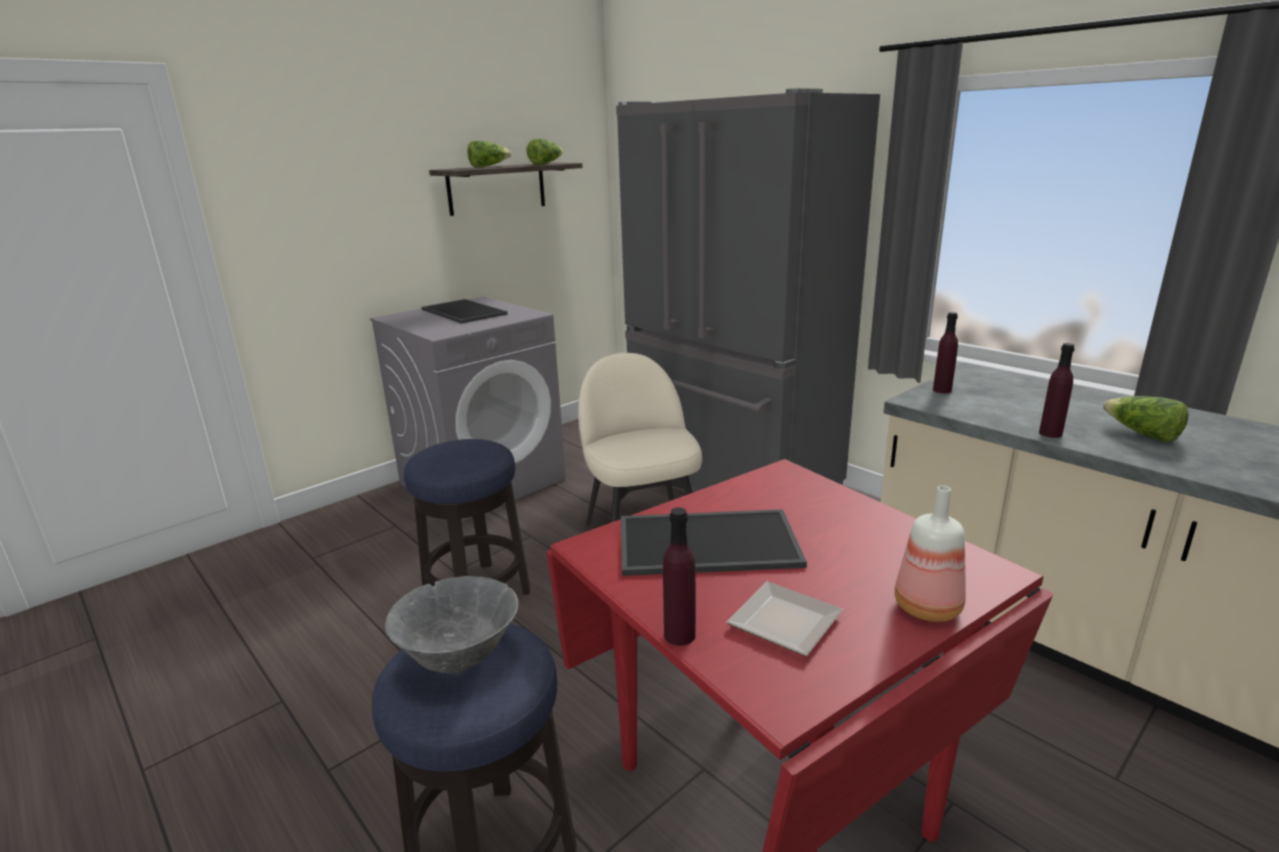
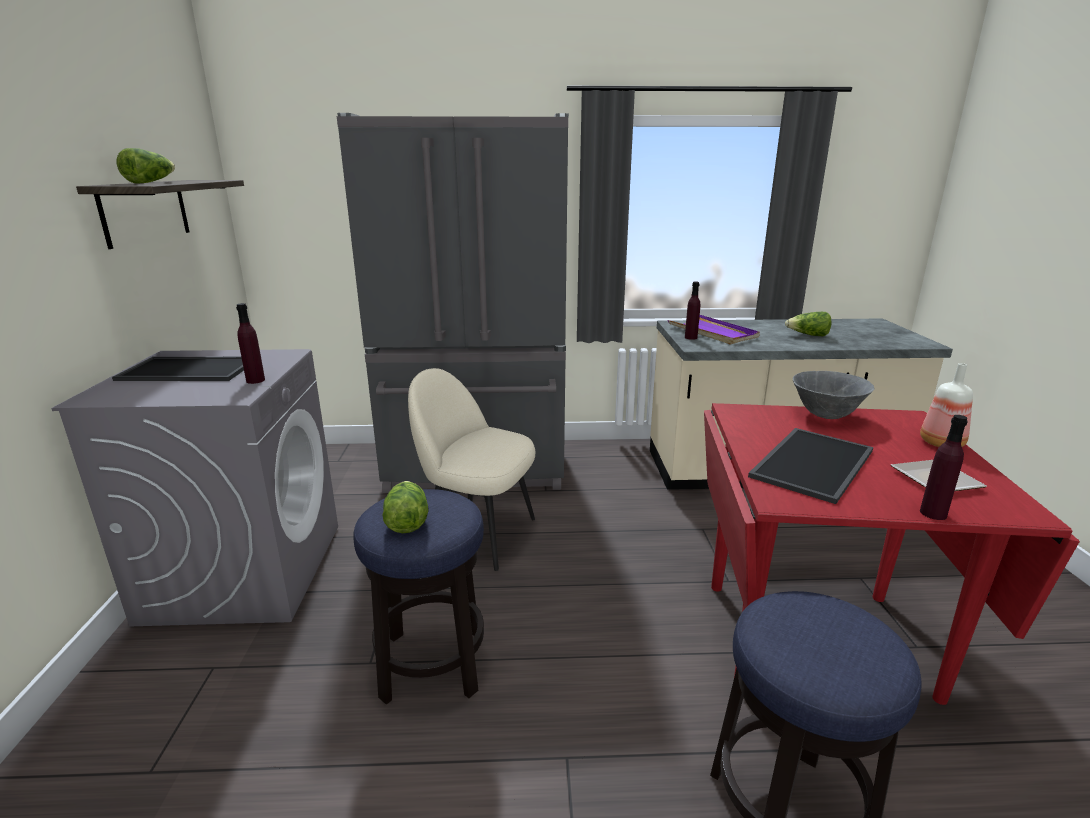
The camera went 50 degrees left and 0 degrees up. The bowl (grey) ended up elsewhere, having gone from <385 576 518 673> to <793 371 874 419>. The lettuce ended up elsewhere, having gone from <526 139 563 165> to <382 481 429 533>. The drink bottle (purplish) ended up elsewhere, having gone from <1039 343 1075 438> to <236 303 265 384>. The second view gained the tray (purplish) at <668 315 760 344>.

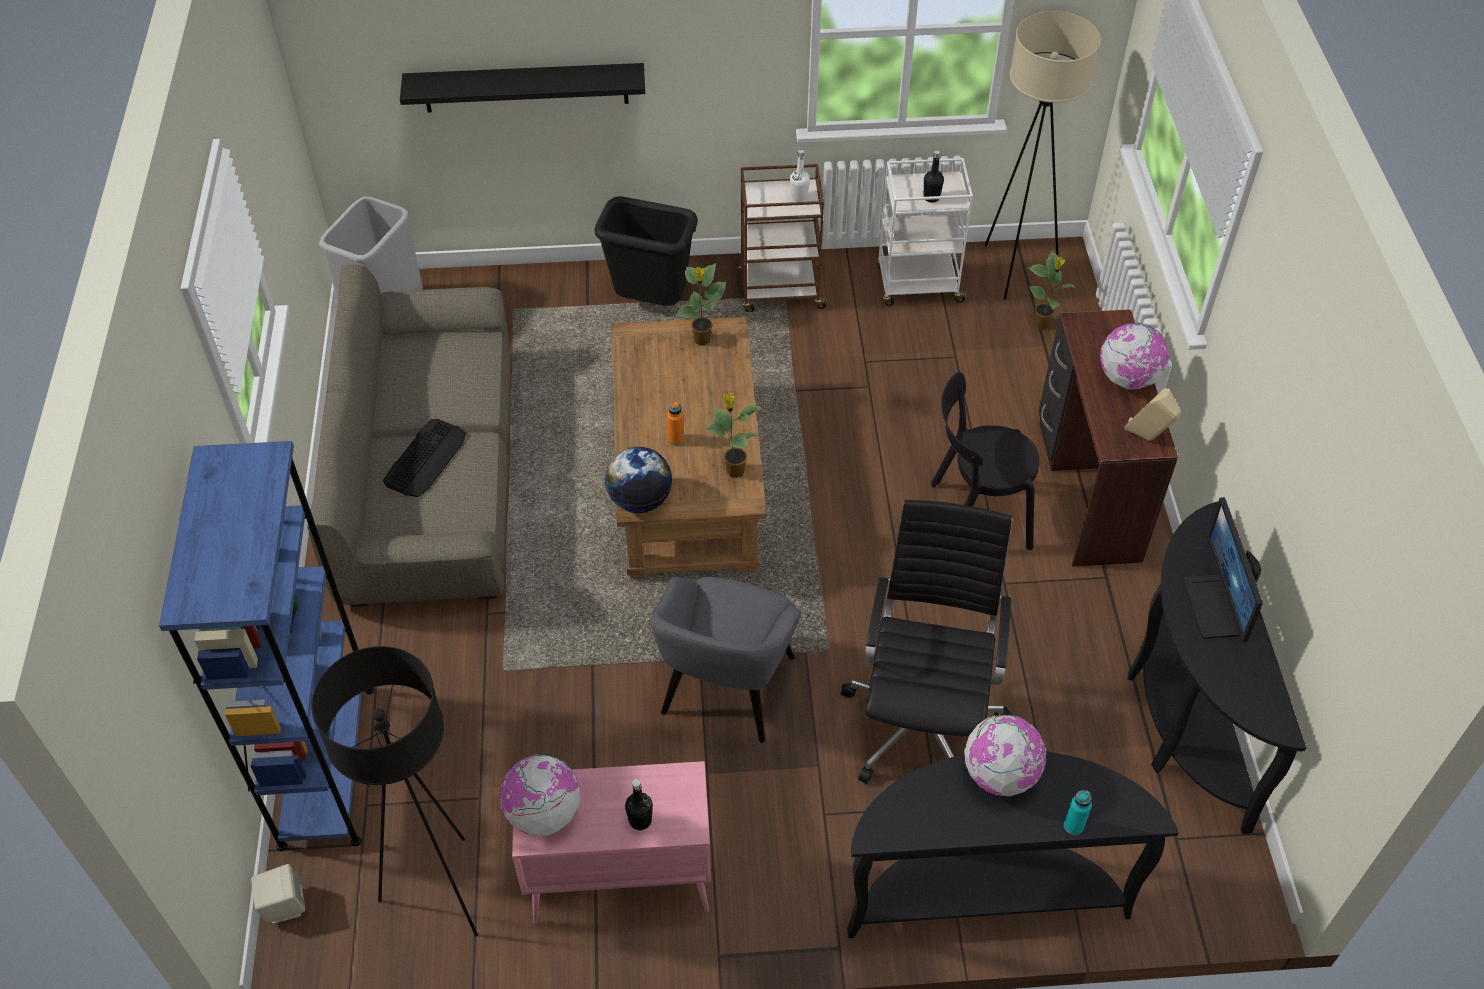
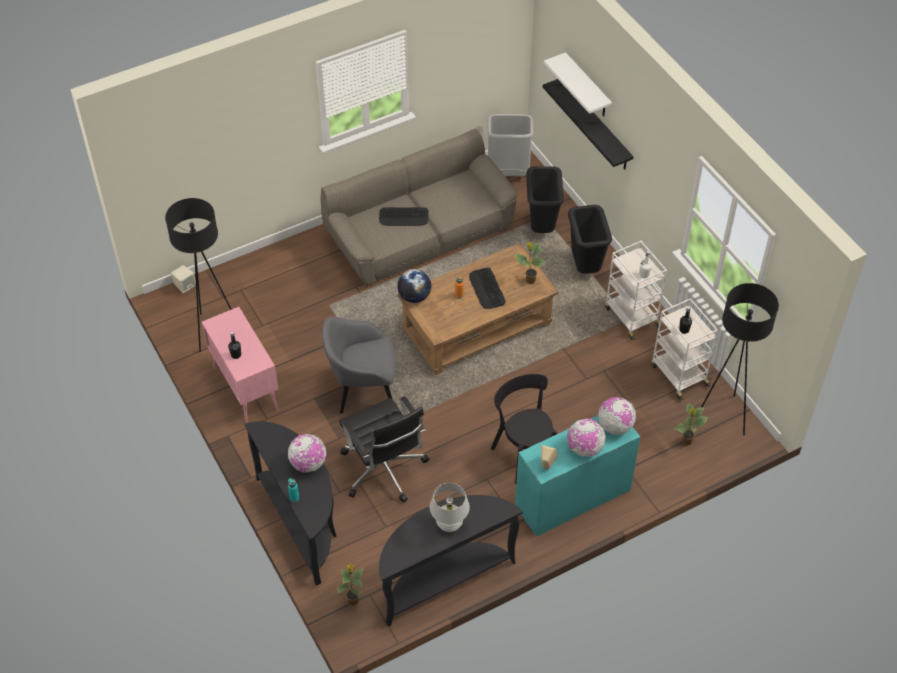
The camera went 65 degrees right and 0 degrees up. The second view lost the bookshelf (bluish) at <159 441 375 851>. The globe ended up elsewhere, having gone from <499 754 580 836> to <598 397 636 435>. The potted plant ended up elsewhere, having gone from <705 393 764 478> to <337 564 364 606>. What was the wheeled cart (brown) at <739 164 830 312> turned into the wheeled cart (white) at <605 241 667 340>. The desk chair (blackish) at <841 500 1013 784> ended up facing another way, 75 degrees clockwise from before. What was the standing lamp (sand-coloured) at <985 11 1101 300> turned into the standing lamp (blackish) at <695 283 779 435>. What was the desk unit (brown) at <1038 309 1178 567> turned into the desk unit (turquoise) at <515 415 640 537>. Where the computer display stood at <1183 497 1263 642>, the table lamp (white) came to stand at <430 483 470 532>. The second view gained the PC keyboard at <469 267 506 309>. The second view gained the trash can (blackish) at <526 166 564 233>. The second view gained the wall shelf (white) at <544 52 612 117>.

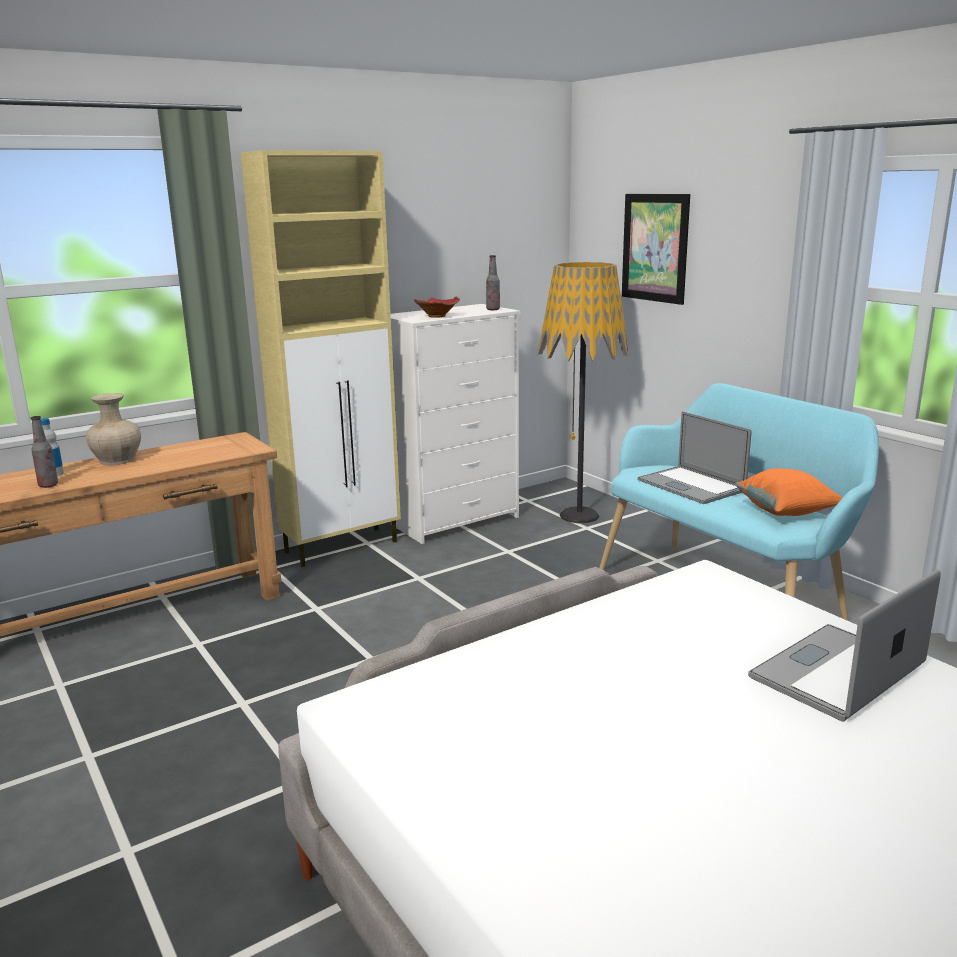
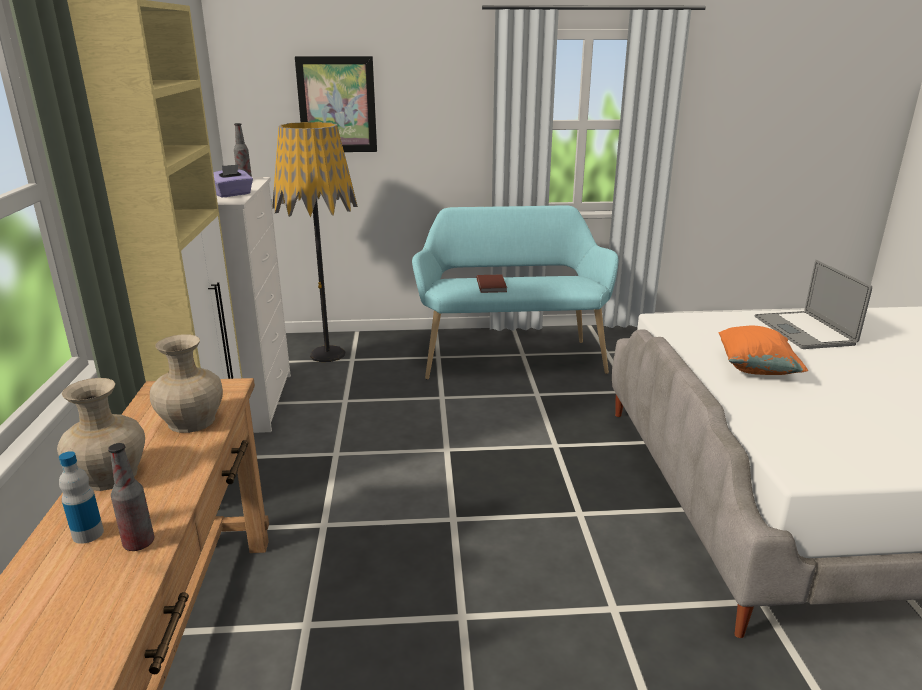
The camera went 60 degrees left and 5 degrees up. Where the bowl (red-coloured) stood at <414 296 460 318>, the box of tissues (purplish) came to stand at <213 164 253 197>. Where the portable computer stood at <637 411 751 504>, the volume (brown) came to stand at <476 274 507 293>. The throw pillow (orange) ended up elsewhere, having gone from <735 468 843 516> to <718 326 808 375>. The second view gained the flower vase (sand-coloured) at <150 334 223 433>.

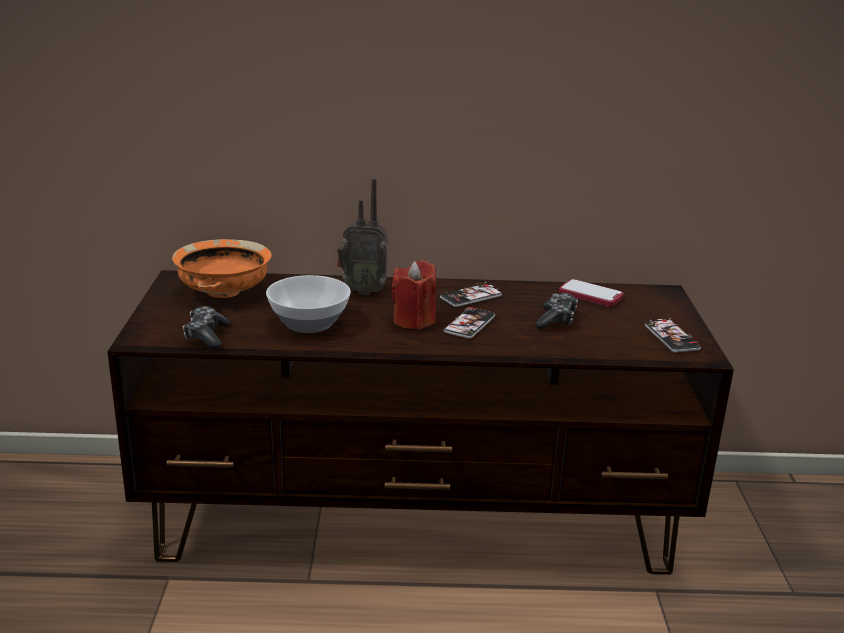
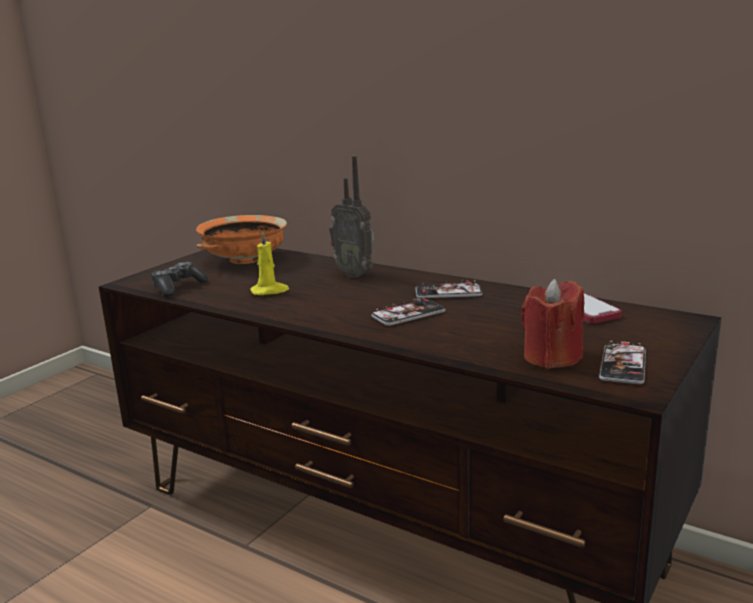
The camera went 35 degrees right and 5 degrees down. Where the bowl stood at <266 275 351 333>, the candle (yellow) came to stand at <250 231 289 295>. The candle (red-coloured) ended up elsewhere, having gone from <391 261 436 330> to <521 279 584 369>. The second view lost the joypad at <535 293 578 329>.

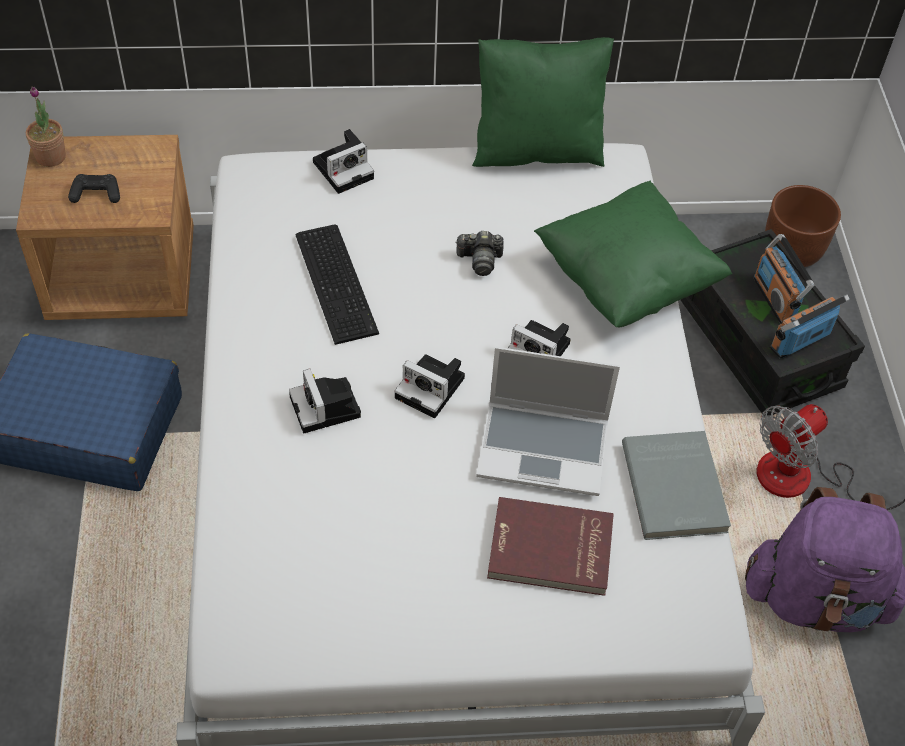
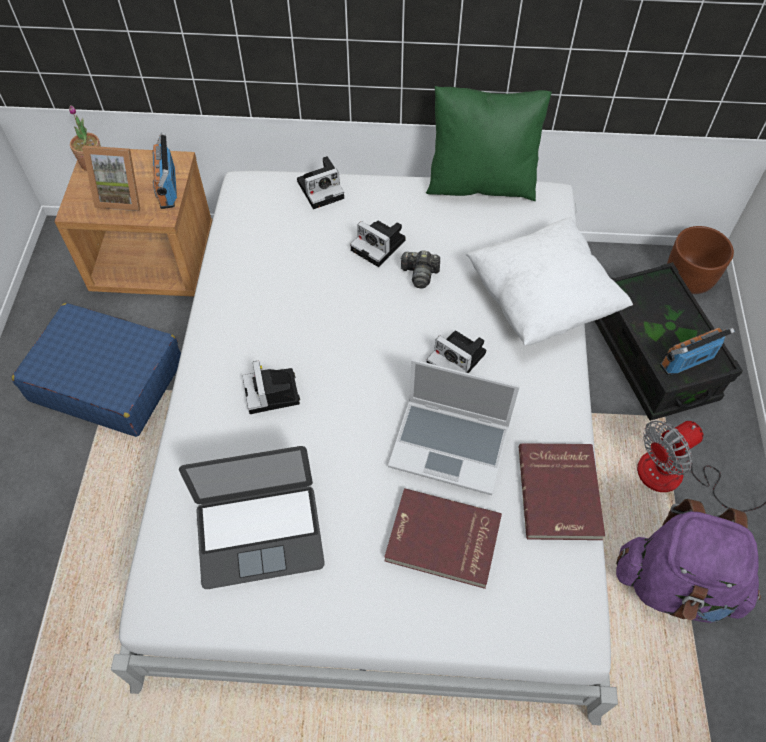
The camera went 10 degrees right and 5 degrees up. Where the joypad (blackish) stood at <68 174 120 203>, the photo frame came to stand at <82 146 140 211>. The second view lost the PC keyboard at <295 224 379 345>. The photo camera ended up elsewhere, having gone from <395 354 465 418> to <350 221 406 267>. What was the throw pillow (green) at <534 181 732 327> turned into the throw pillow (white) at <466 217 633 346>. What was the volume (grey) at <622 431 731 540> turned into the volume (red-coloured) at <519 443 605 540>. The radio set ended up elsewhere, having gone from <753 234 815 324> to <153 132 177 209>. The second view gained the portable computer at <179 446 325 589>.

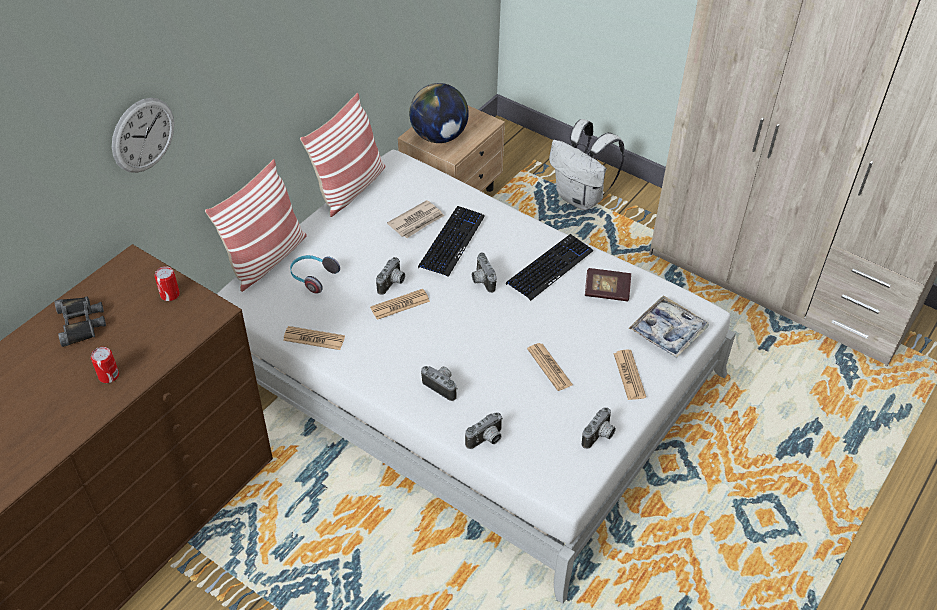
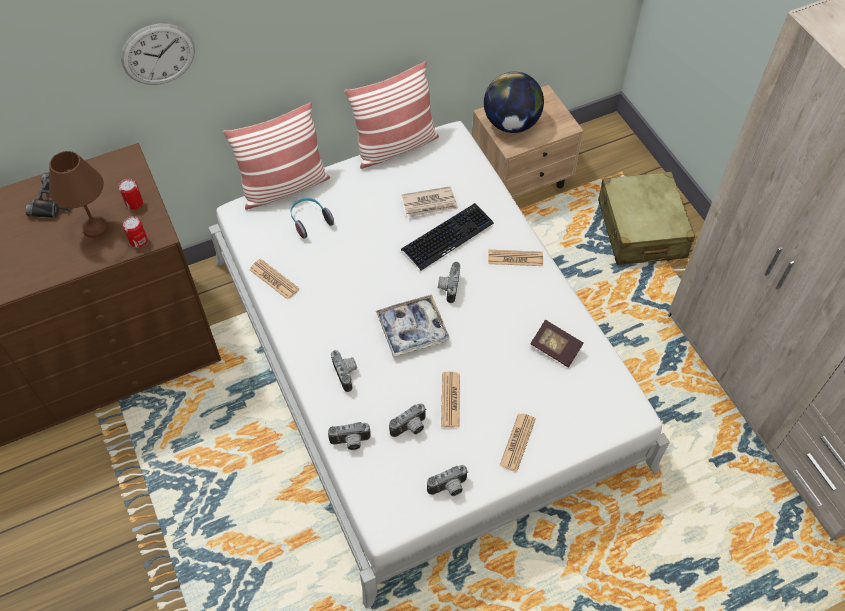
The camera went 30 degrees right and 10 degrees up. The metal can ended up elsewhere, having gone from <91 347 119 383> to <123 216 148 248>. The newspaper ended up elsewhere, having gone from <370 289 430 320> to <488 250 543 266>. The photo camera ended up elsewhere, having gone from <376 257 405 295> to <389 403 427 437>. The second view lost the PC keyboard at <506 234 594 301>. Where the backpack (white) stood at <549 119 624 210>, the piece of luggage (sand-coloured) came to stand at <598 172 695 265>. The tray ended up elsewhere, having gone from <629 295 709 358> to <376 295 450 357>. The second view gained the table lamp (brown) at <49 151 108 238>.

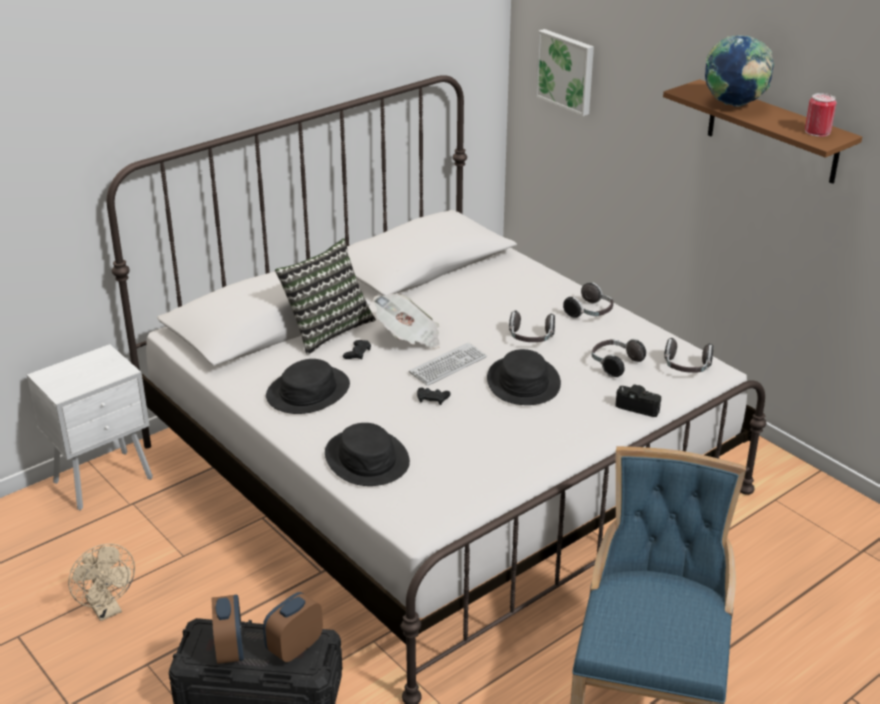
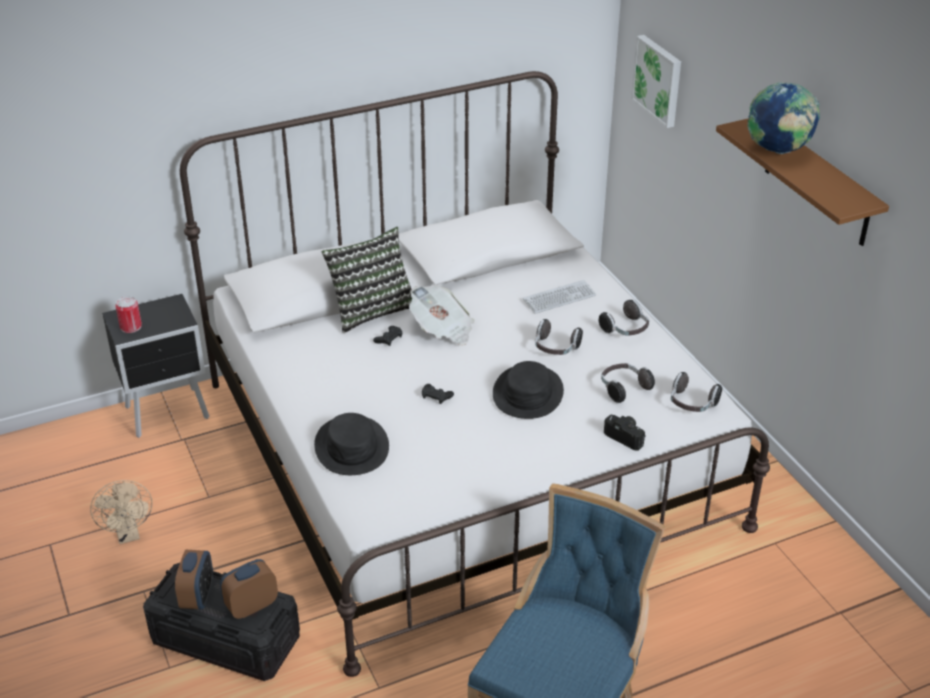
The camera went 15 degrees right and 5 degrees up. What was the bedside table (white) at <27 344 153 510> turned into the bedside table (blackish) at <102 294 209 438>. The second view lost the hat (blackish) at <266 359 350 414>. The PC keyboard ended up elsewhere, having gone from <409 342 487 386> to <523 280 596 314>. The metal can ended up elsewhere, having gone from <805 93 836 137> to <115 296 142 333>.

